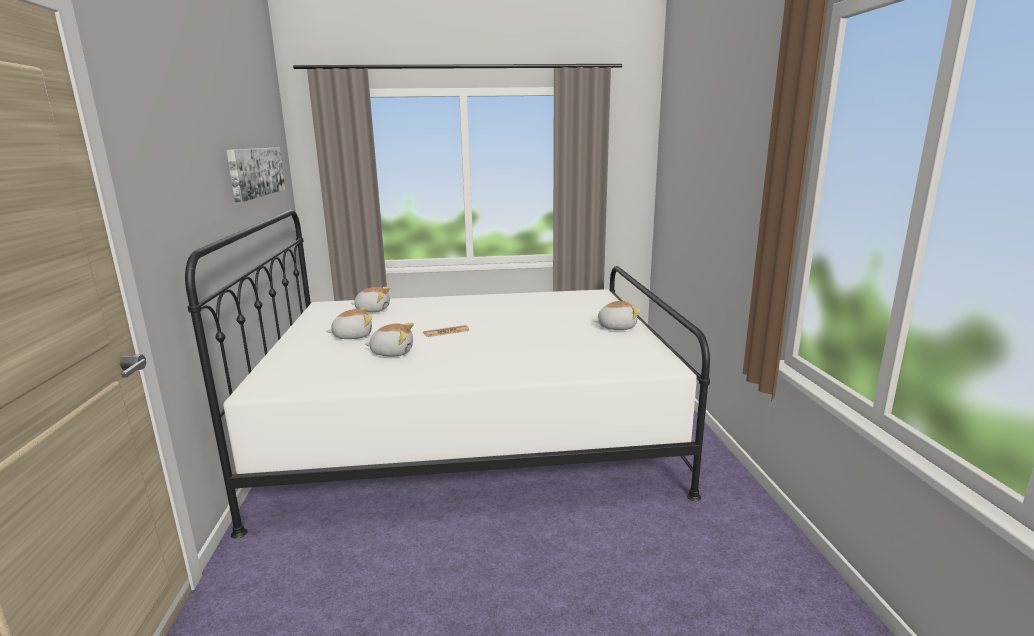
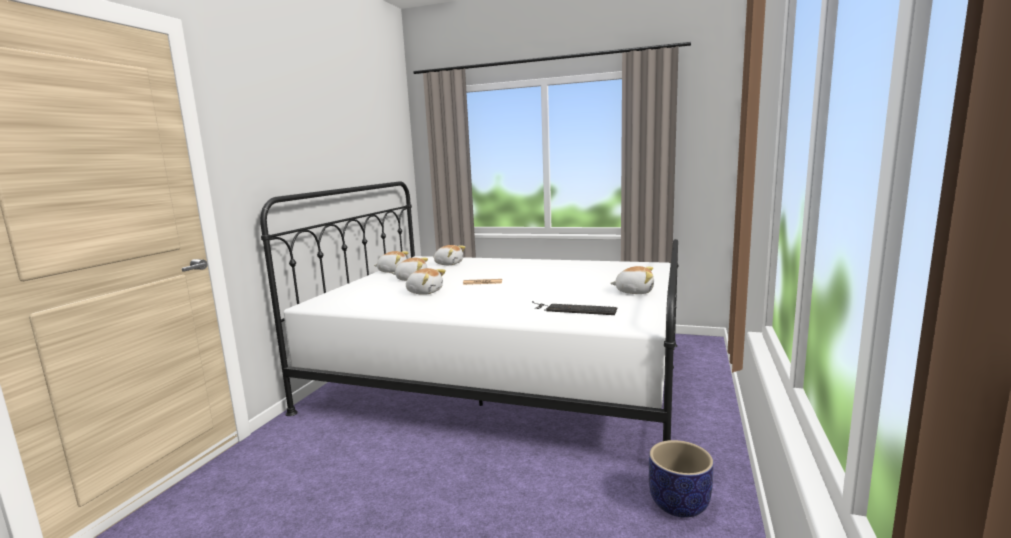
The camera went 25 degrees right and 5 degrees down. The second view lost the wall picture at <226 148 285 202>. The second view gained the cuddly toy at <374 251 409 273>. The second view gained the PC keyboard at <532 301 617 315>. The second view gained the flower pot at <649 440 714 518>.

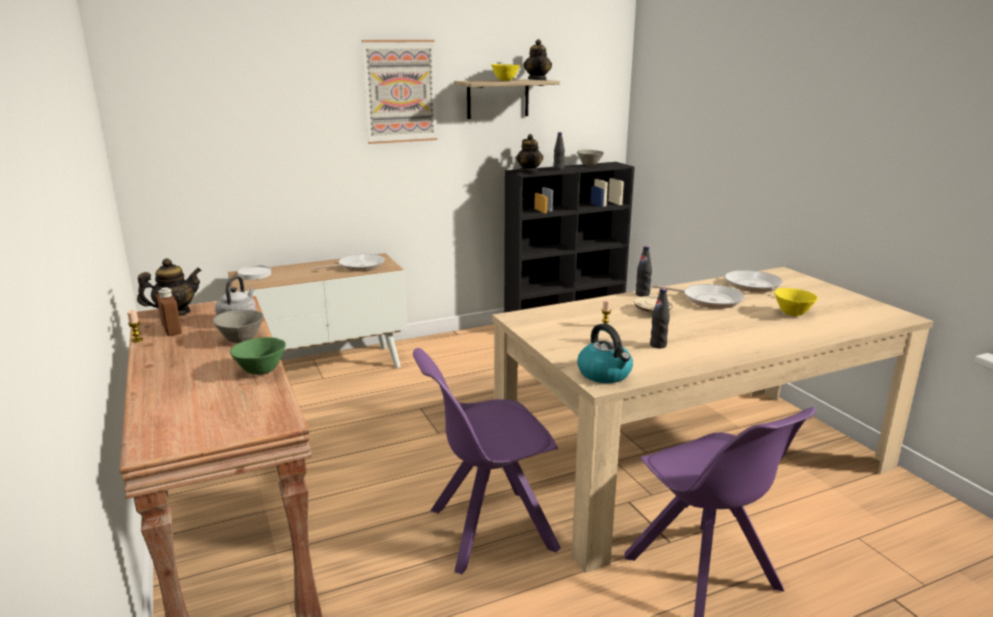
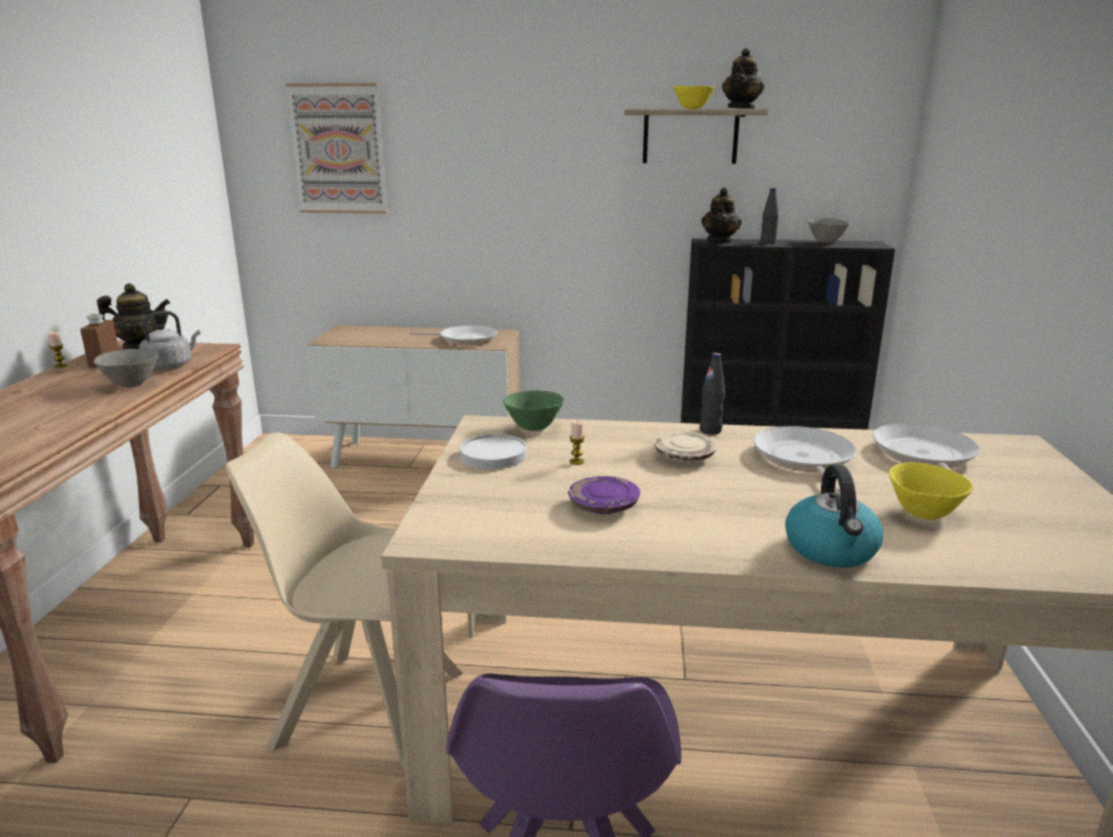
The camera went 30 degrees right and 0 degrees up. The bowl (green) ended up elsewhere, having gone from <230 337 286 375> to <503 390 564 431>. The flat dish (white) ended up elsewhere, having gone from <237 265 271 280> to <460 434 527 469>. The wall picture ended up elsewhere, having gone from <362 40 437 144> to <286 83 388 213>. What was the chair (purplish) at <413 348 561 574> turned into the chair (sand-coloured) at <226 432 463 769>. The kettle ended up elsewhere, having gone from <577 323 633 383> to <785 465 884 568>. Where the drink bottle (blackish) stood at <650 288 670 348>, the flat dish (purplish) came to stand at <568 476 640 514>. The frying pan at <653 284 745 309> ended up facing another way, 150 degrees counterclockwise from before.

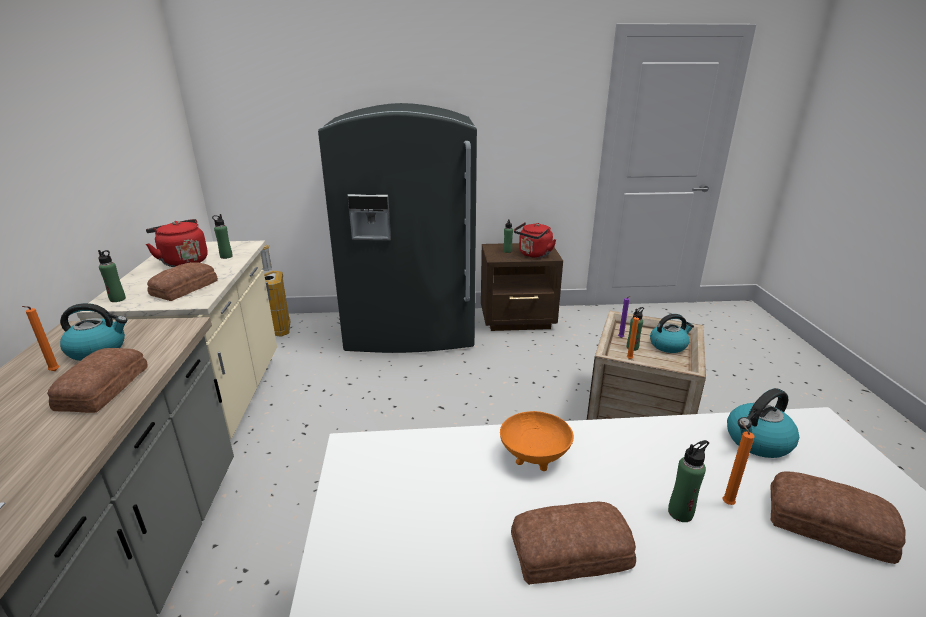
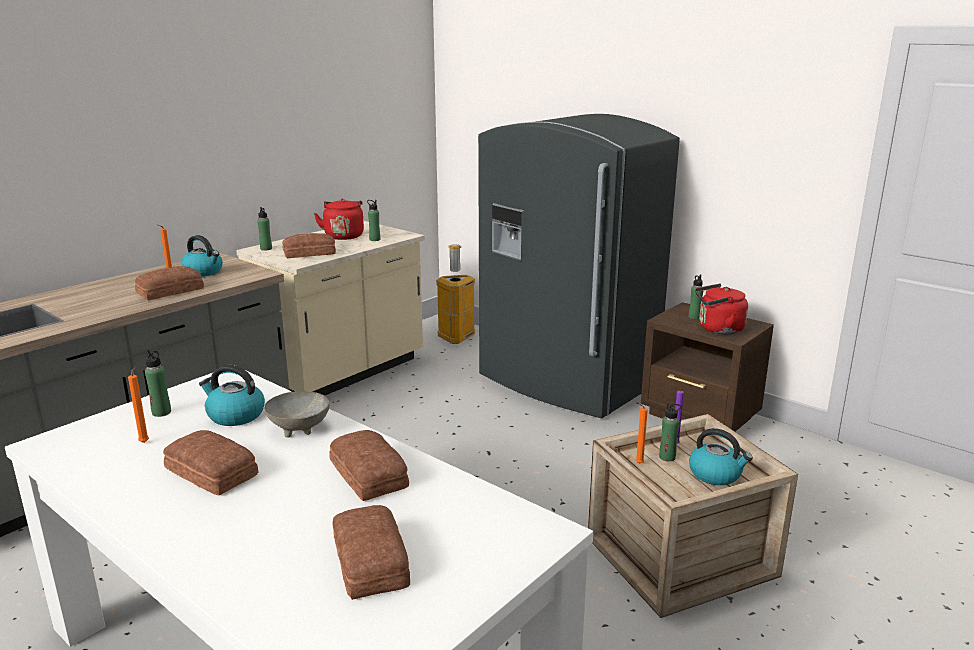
The camera went 45 degrees right and 5 degrees down. What was the bowl (orange) at <500 411 574 471> turned into the bowl (grey) at <264 391 330 438>. The drink bottle (green) ended up elsewhere, having gone from <668 440 709 522> to <145 350 171 417>. The candle (orange) ended up elsewhere, having gone from <722 420 755 505> to <128 365 149 443>. The kettle ended up elsewhere, having gone from <727 388 799 458> to <199 365 265 426>. The second view gained the baked bread at <329 430 409 501>.

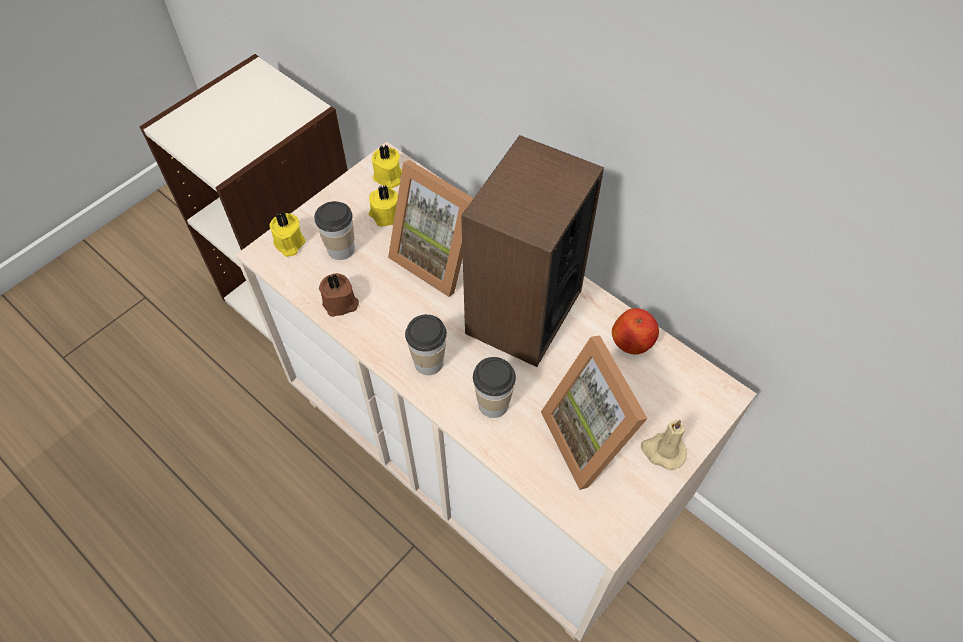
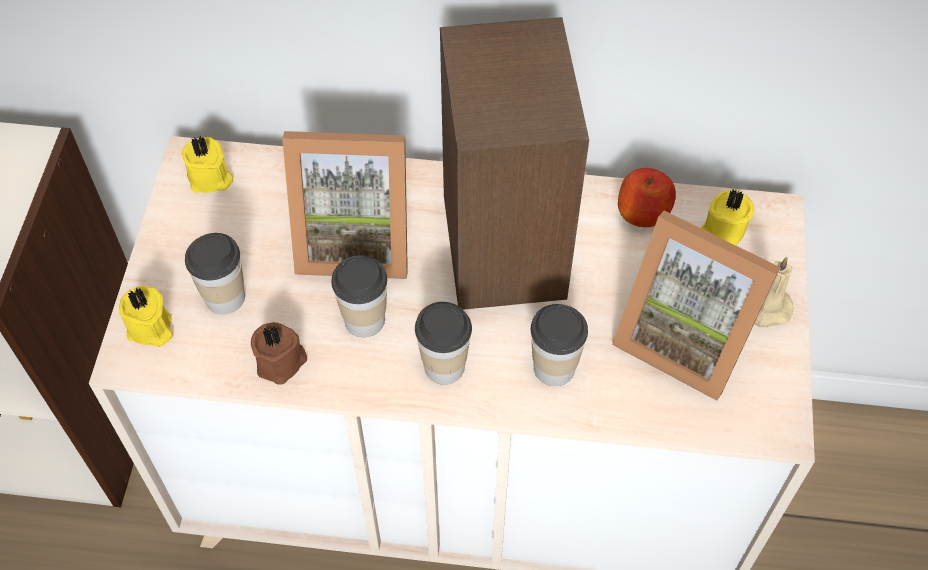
The camera went 35 degrees left and 0 degrees up. The candle (yellow) ended up elsewhere, having gone from <369 185 398 226> to <701 189 754 245>. The second view gained the small cup at <332 255 387 337>.

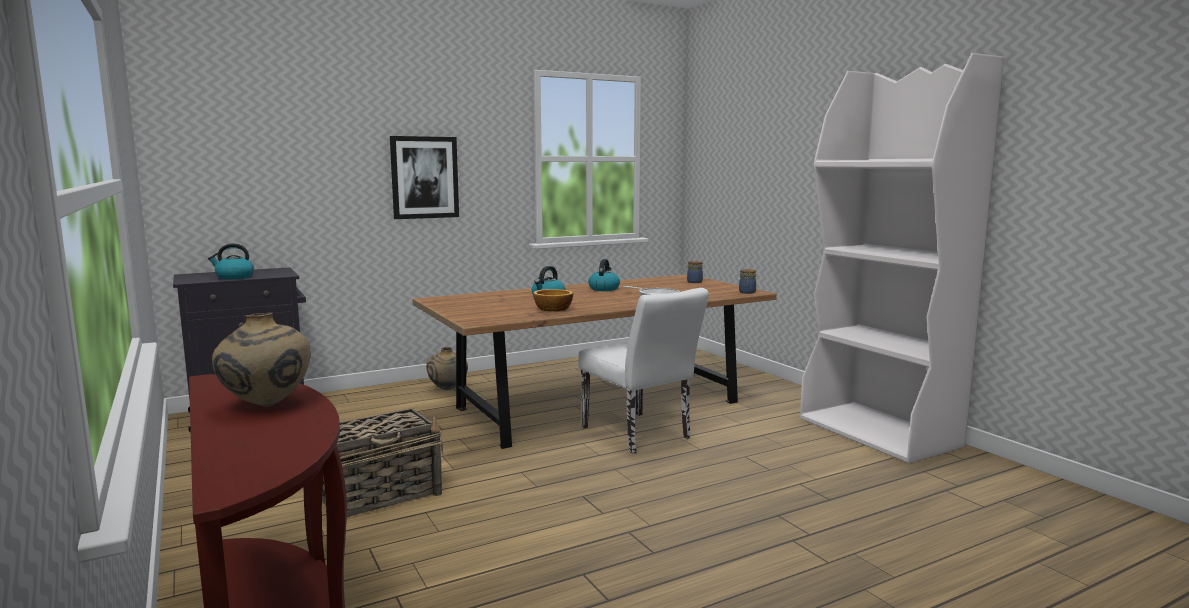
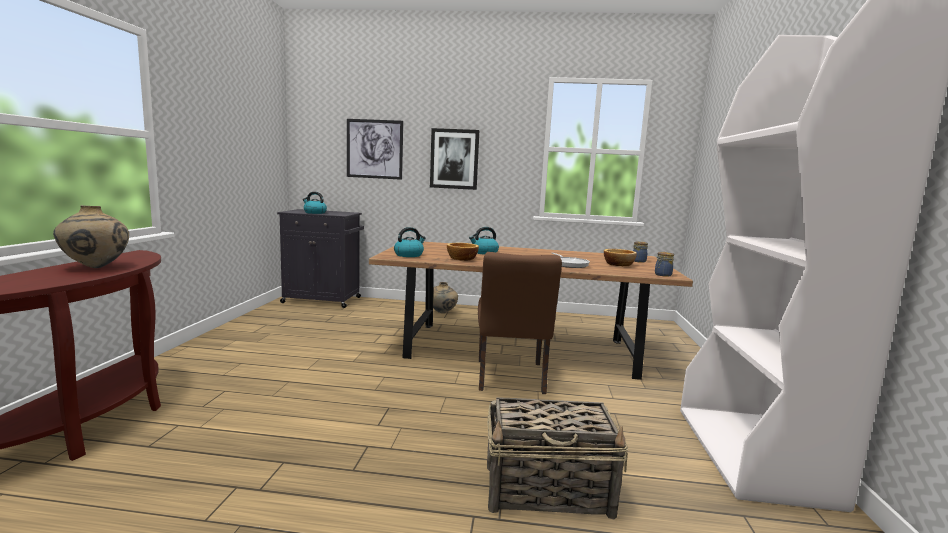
The camera went 35 degrees right and 0 degrees up. The storage basket ended up elsewhere, having gone from <322 408 443 517> to <487 397 628 519>. What was the chair (white) at <578 288 709 454> turned into the chair (brown) at <478 252 562 394>. The kettle ended up elsewhere, having gone from <588 259 620 291> to <394 227 426 257>. The second view gained the wall picture at <347 119 403 180>. The second view gained the bowl at <604 249 637 266>.

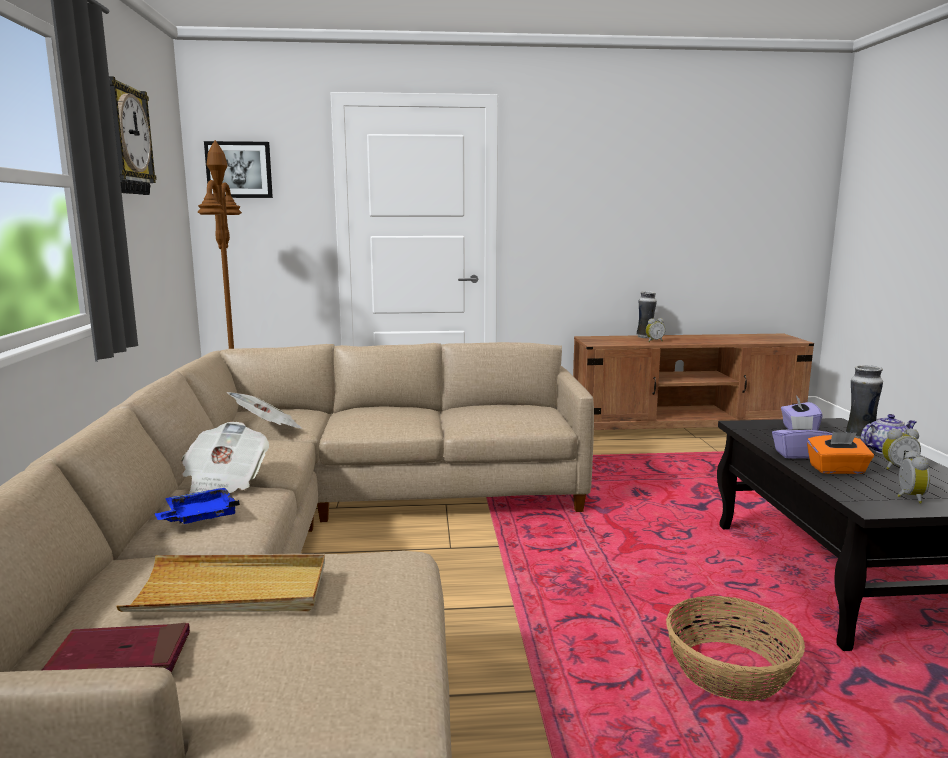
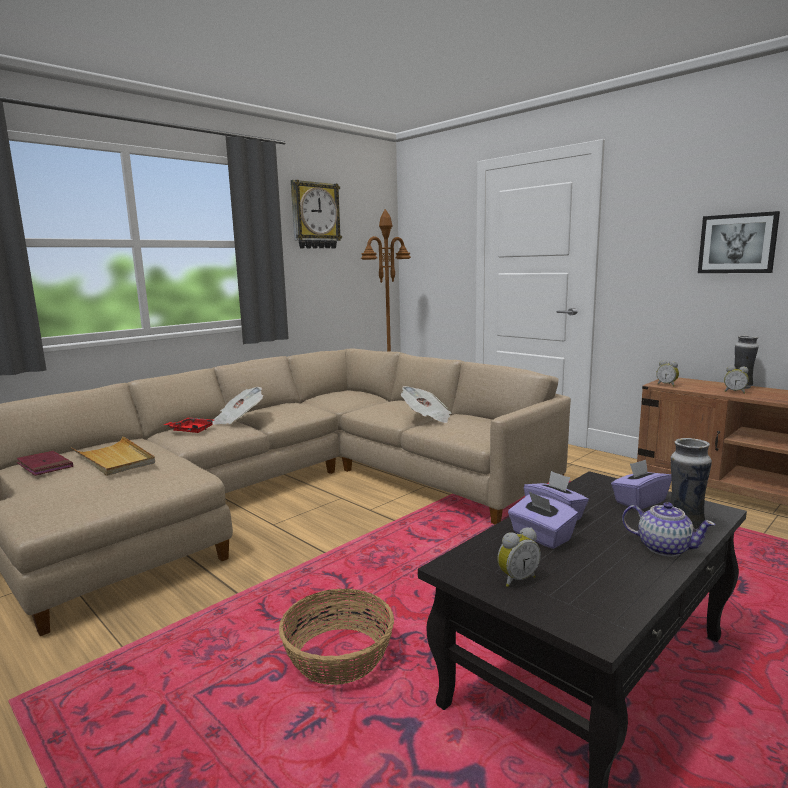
The camera went 50 degrees right and 0 degrees up. What was the tray (bluish) at <154 488 240 524> turned into the tray (red-coloured) at <164 417 214 433>. The wall picture ended up elsewhere, having gone from <204 141 273 198> to <698 211 780 273>. The newspaper ended up elsewhere, having gone from <227 392 303 429> to <401 386 452 423>. What was the box of tissues (orange) at <807 432 874 474> turned into the box of tissues (purplish) at <508 492 579 549>. The bedside clock ended up elsewhere, having gone from <882 429 921 470> to <656 360 679 387>.

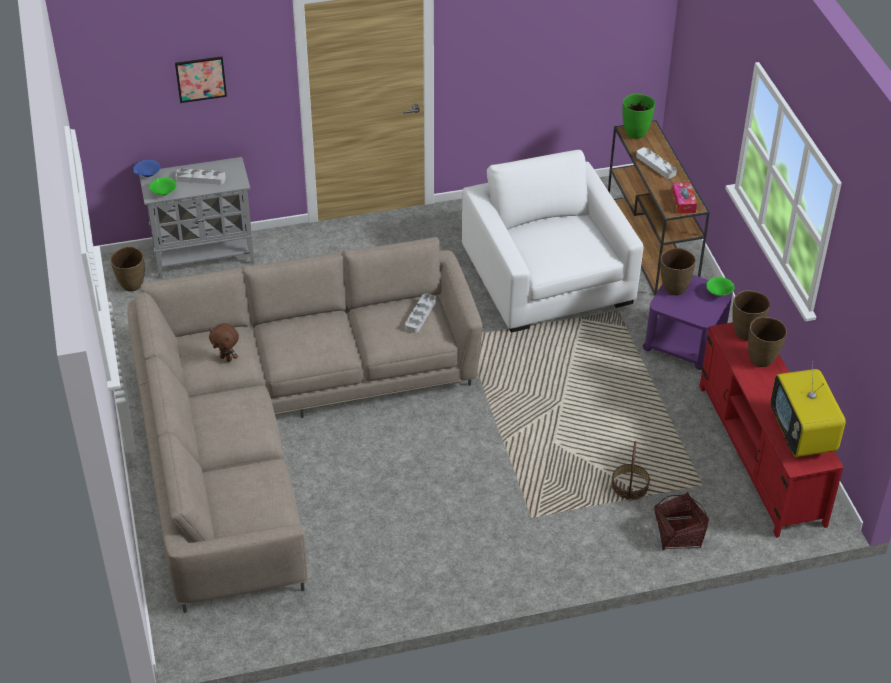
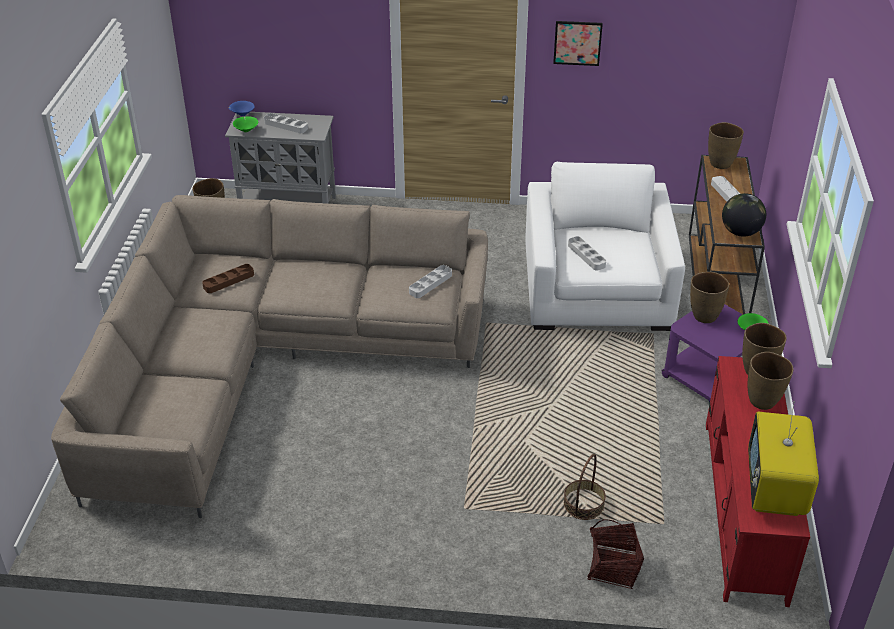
The camera went 20 degrees right and 5 degrees down. The wall picture ended up elsewhere, having gone from <175 56 227 103> to <553 21 603 66>. Where the cuddly toy (brown) stood at <209 323 239 362>, the tray (brown) came to stand at <202 264 254 293>. What was the flower vase (green) at <622 93 655 139> turned into the flower vase (brown) at <708 122 744 169>. Where the box of tissues stood at <672 182 697 214>, the globe came to stand at <722 193 766 237>. The second view gained the tray (grey) at <568 236 606 270>.

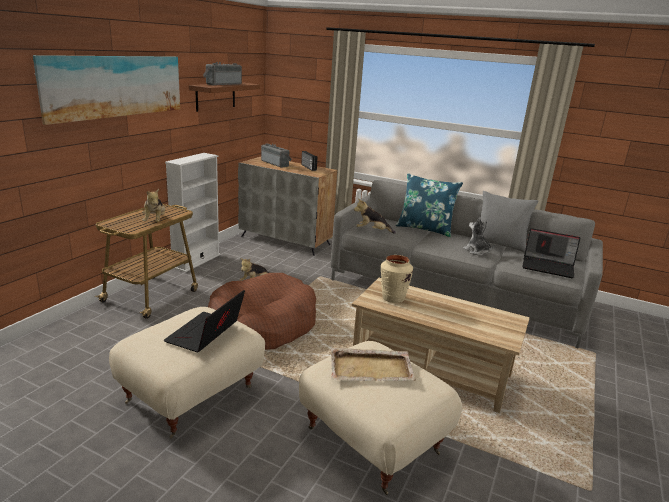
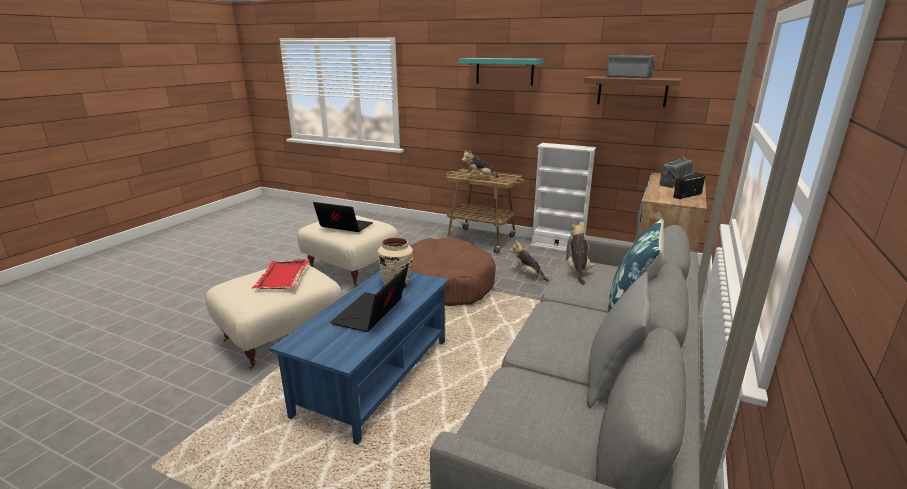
The camera went 90 degrees right and 0 degrees up. Where the wall picture hung at <33 55 180 125>, the wall shelf (turquoise) came to hang at <458 58 544 86>. What was the tray (sand-coloured) at <331 348 416 381> turned into the tray (red-coloured) at <252 259 309 289>. What was the lounge table (sand-coloured) at <352 278 530 413> turned into the lounge table (bluish) at <270 269 448 445>. The second view lost the cuddly toy at <463 218 495 255>. The portable computer ended up elsewhere, having gone from <522 228 580 278> to <330 265 408 332>.

